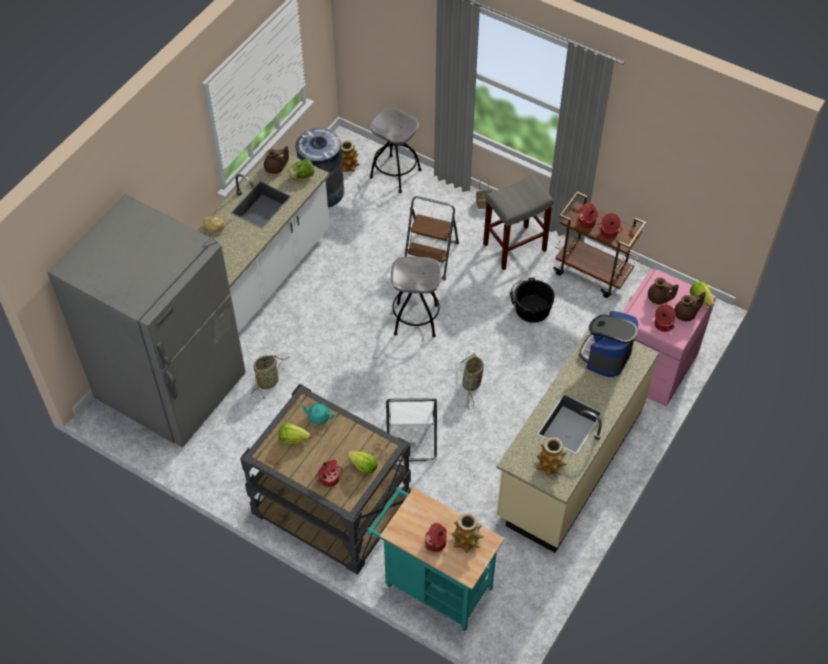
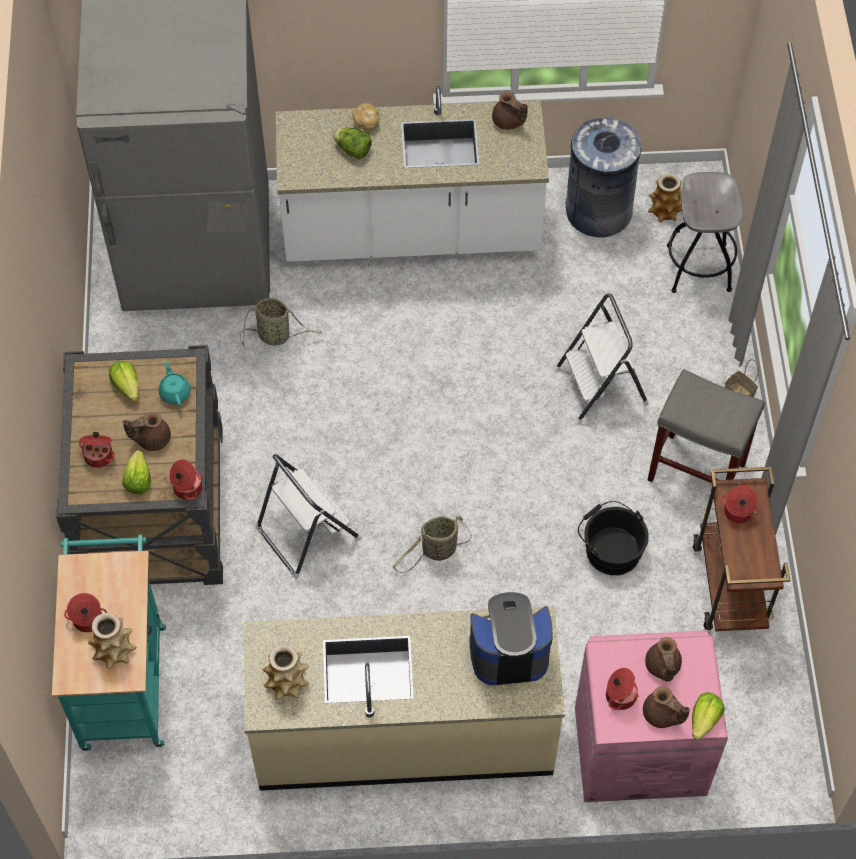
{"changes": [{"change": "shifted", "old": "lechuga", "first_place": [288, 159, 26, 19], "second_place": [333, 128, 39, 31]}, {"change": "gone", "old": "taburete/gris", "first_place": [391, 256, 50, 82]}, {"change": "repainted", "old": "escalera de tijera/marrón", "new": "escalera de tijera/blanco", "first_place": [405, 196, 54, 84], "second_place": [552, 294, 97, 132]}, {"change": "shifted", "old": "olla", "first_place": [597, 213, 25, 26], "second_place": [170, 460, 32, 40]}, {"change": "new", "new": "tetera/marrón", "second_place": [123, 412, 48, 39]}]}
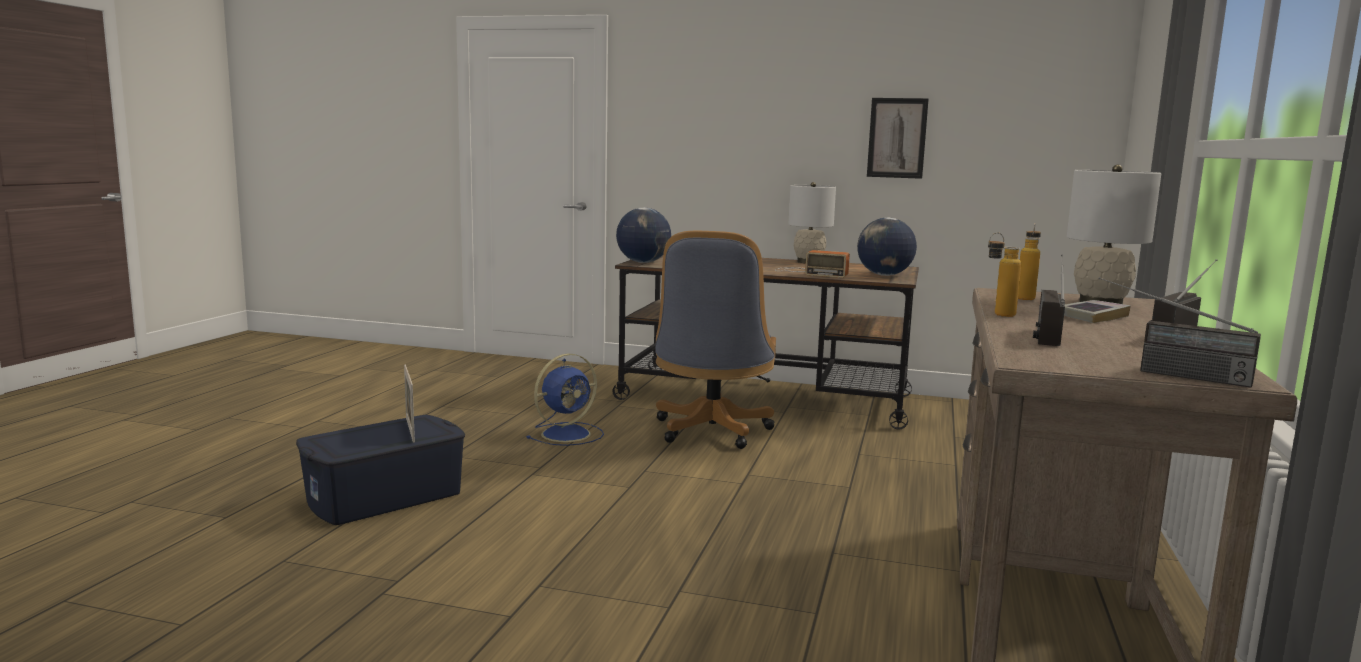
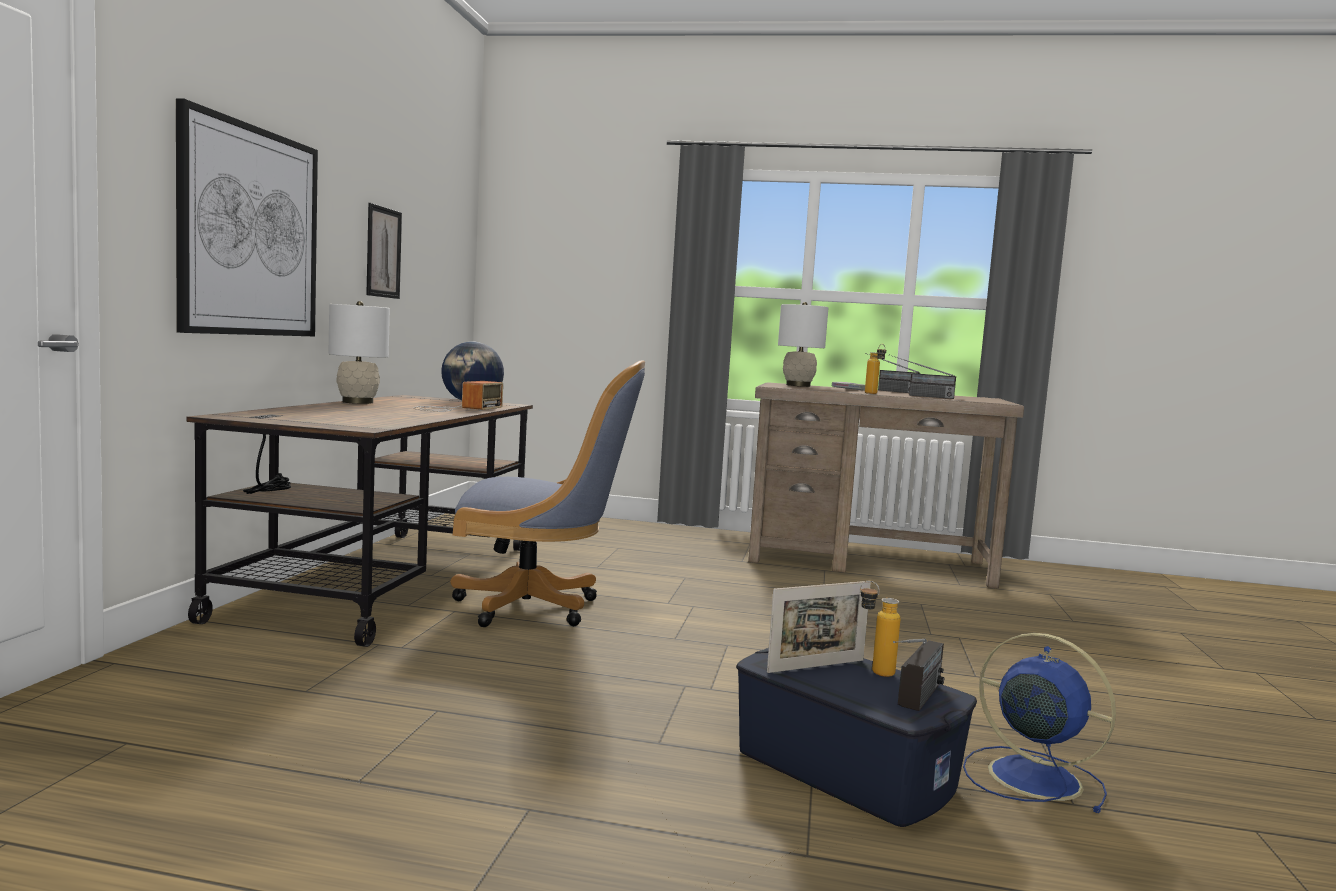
{"changes": [{"change": "shifted", "old": "ventilador/azul", "first_place": [527, 353, 77, 93], "second_place": [963, 633, 153, 180]}, {"change": "gone", "old": "globo terráqueo", "first_place": [616, 208, 55, 55]}, {"change": "shifted", "old": "botella", "first_place": [1018, 223, 23, 77], "second_place": [860, 581, 40, 96]}, {"change": "shifted", "old": "radio", "first_place": [1098, 277, 163, 110], "second_place": [893, 638, 51, 73]}, {"change": "new", "new": "cuadro", "second_place": [176, 98, 142, 239]}]}
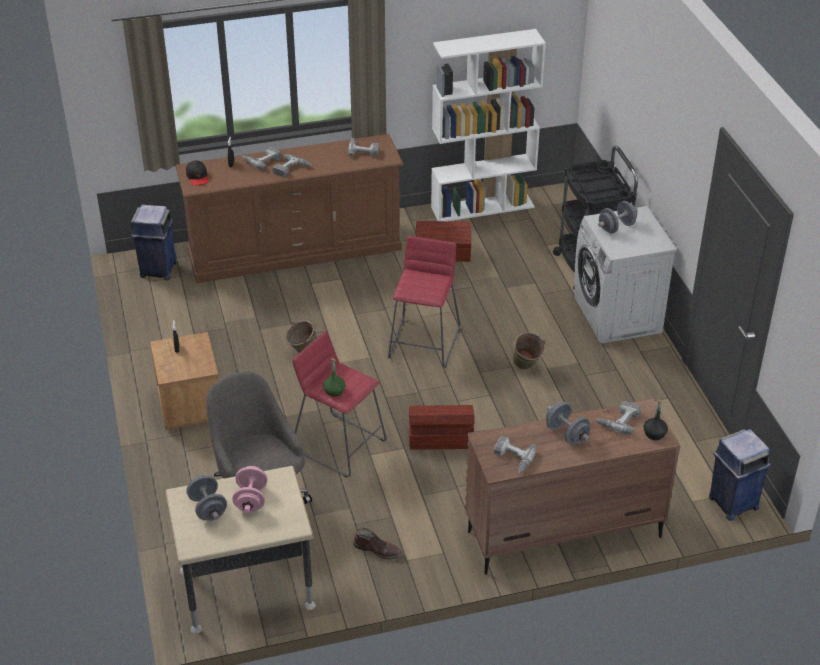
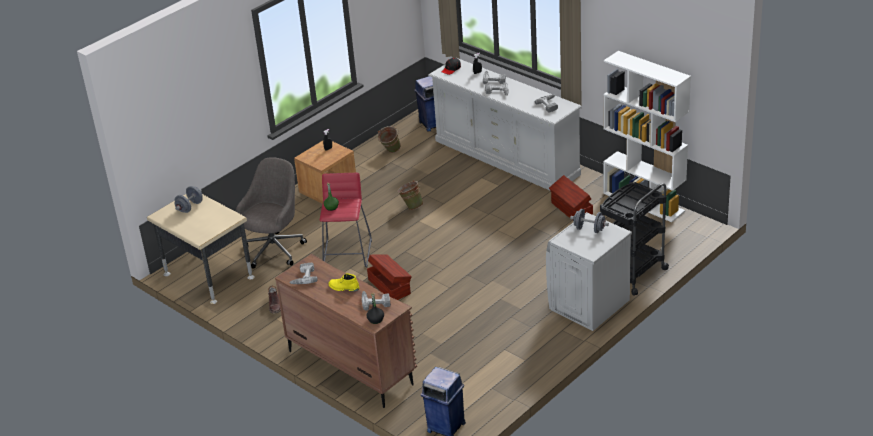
{"changes": [{"change": "repainted", "old": "armario/marrón", "new": "armario/blanco", "first_place": [176, 134, 228, 149], "second_place": [428, 58, 154, 132]}, {"change": "gone", "old": "mancuerna/rosa", "first_place": [232, 466, 35, 47]}, {"change": "gone", "old": "taburete/rojo", "first_place": [388, 236, 72, 132]}, {"change": "shifted", "old": "cubo/verde", "first_place": [513, 332, 33, 38], "second_place": [377, 126, 24, 27]}, {"change": "swapped", "old": "mancuerna/gris", "new": "bota/amarillo", "first_place": [546, 402, 44, 43], "second_place": [329, 273, 31, 18]}]}
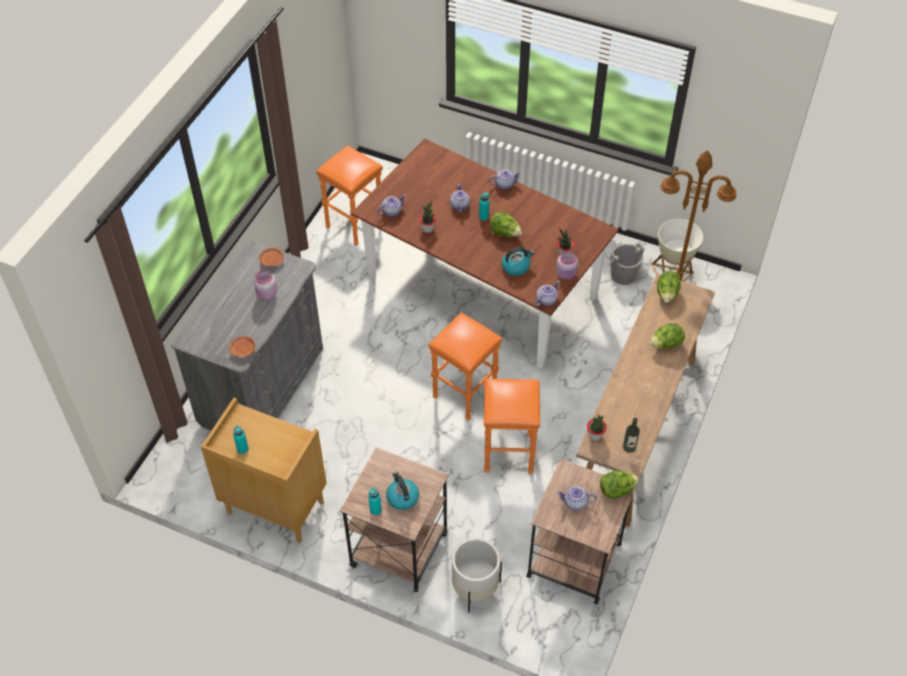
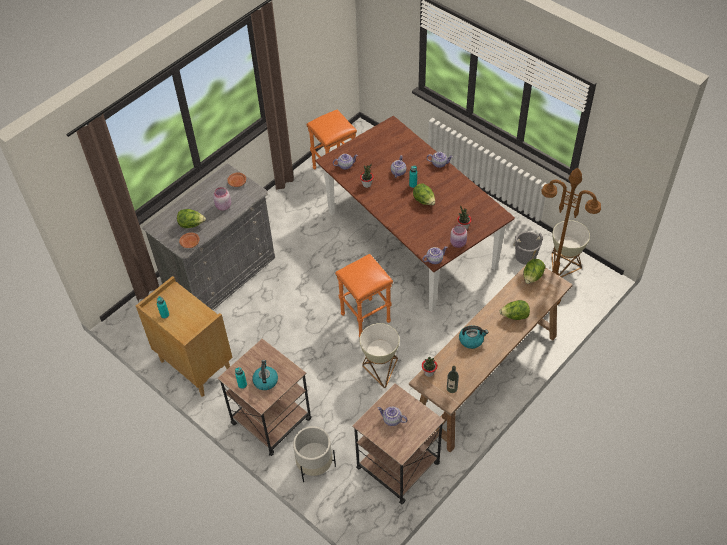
{"changes": [{"change": "swapped", "old": "taburete/naranja", "new": "maceta", "first_place": [484, 379, 56, 95], "second_place": [360, 323, 39, 65]}, {"change": "shifted", "old": "hervidor", "first_place": [502, 247, 32, 29], "second_place": [459, 326, 29, 23]}, {"change": "shifted", "old": "lechuga", "first_place": [600, 471, 40, 28], "second_place": [177, 209, 29, 19]}]}
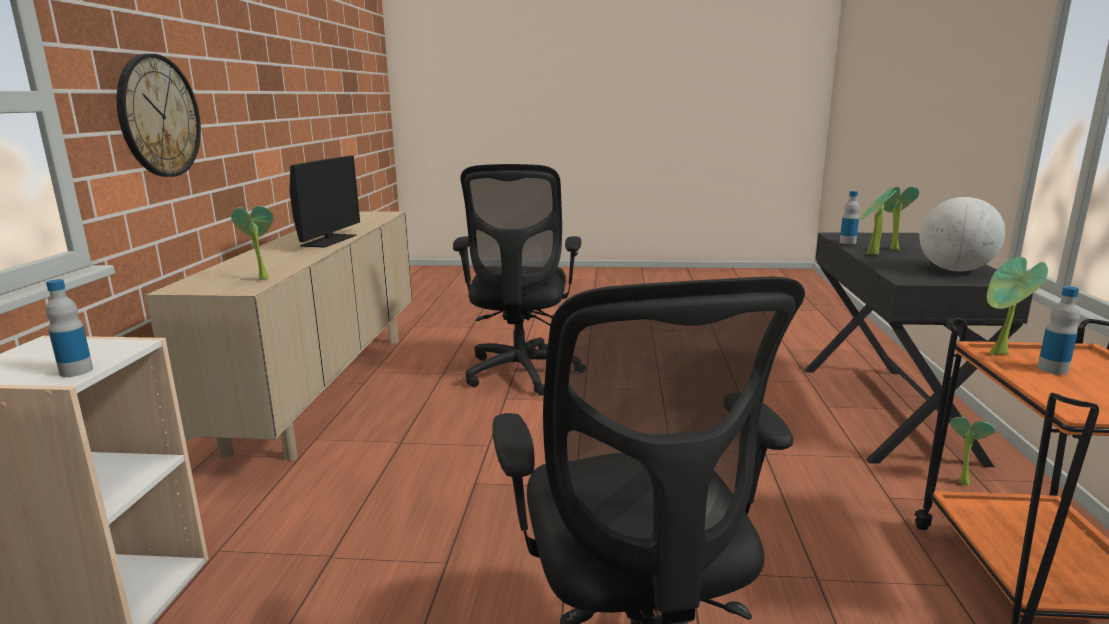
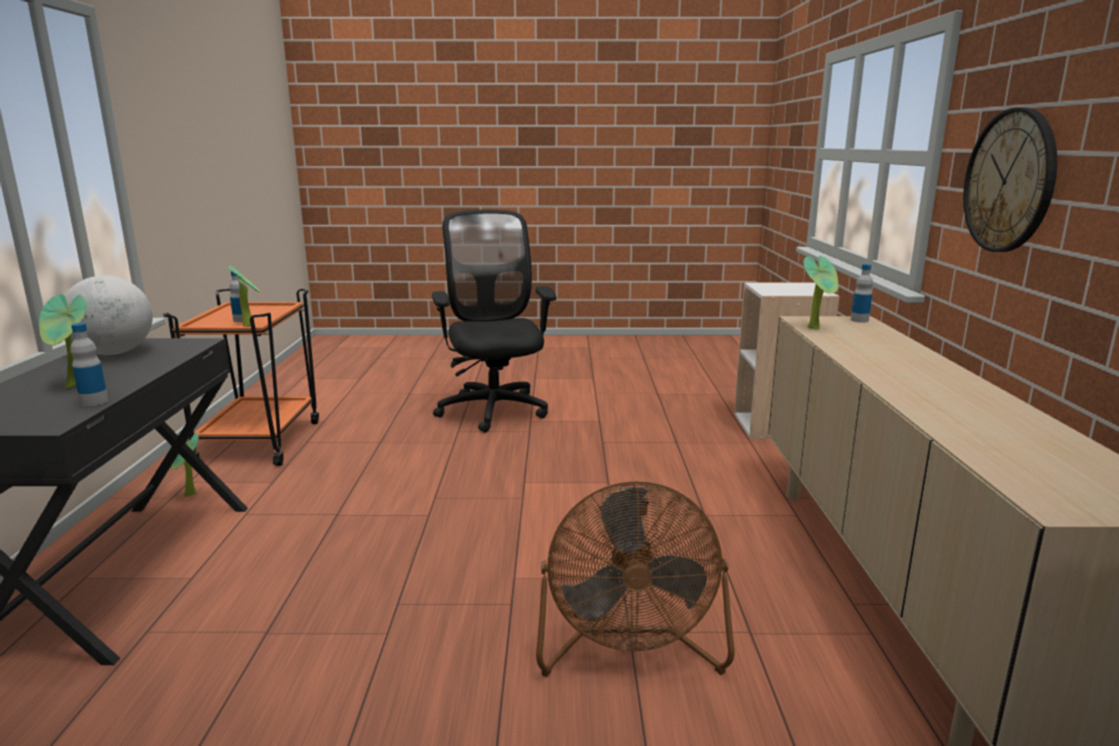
{"changes": [{"change": "shifted", "old": "botella", "first_place": [46, 279, 47, 98], "second_place": [851, 264, 22, 59]}, {"change": "gone", "old": "monitor", "first_place": [290, 156, 70, 92]}, {"change": "swapped", "old": "silla de oficina/negro", "new": "ventilador/marrón", "first_place": [453, 164, 128, 232], "second_place": [536, 481, 199, 196]}, {"change": "gone", "old": "planta en maceta", "first_place": [860, 188, 37, 67]}]}
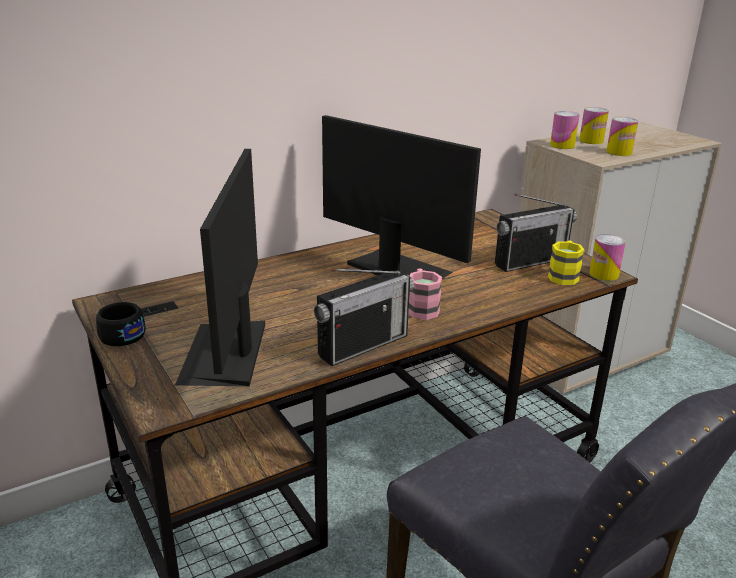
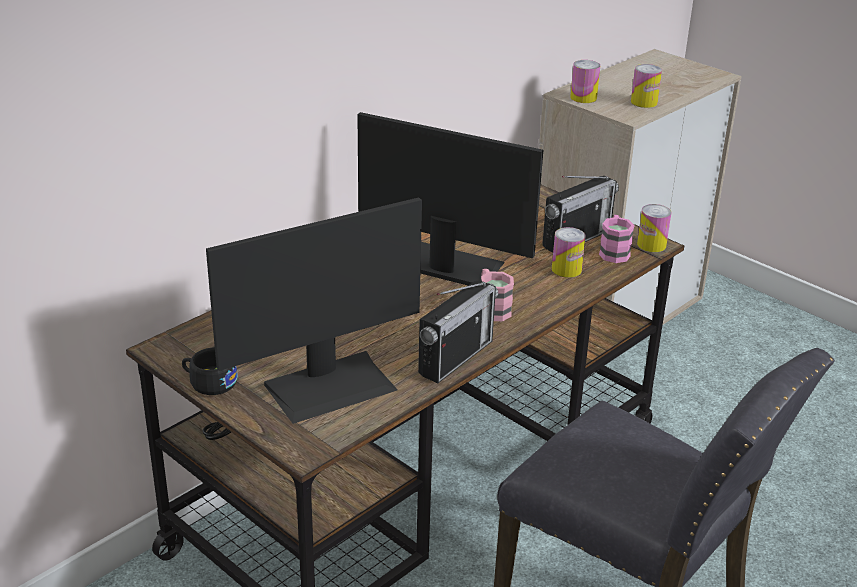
{"changes": [{"change": "rotated", "old": "monitor", "first_place": [175, 149, 90, 237], "second_place": [206, 197, 216, 227], "degrees": -105}, {"change": "repainted", "old": "taza grande/amarillo", "new": "taza grande/rosa", "first_place": [548, 240, 37, 45], "second_place": [599, 215, 36, 48]}, {"change": "shifted", "old": "lata", "first_place": [579, 107, 30, 37], "second_place": [552, 227, 34, 51]}]}
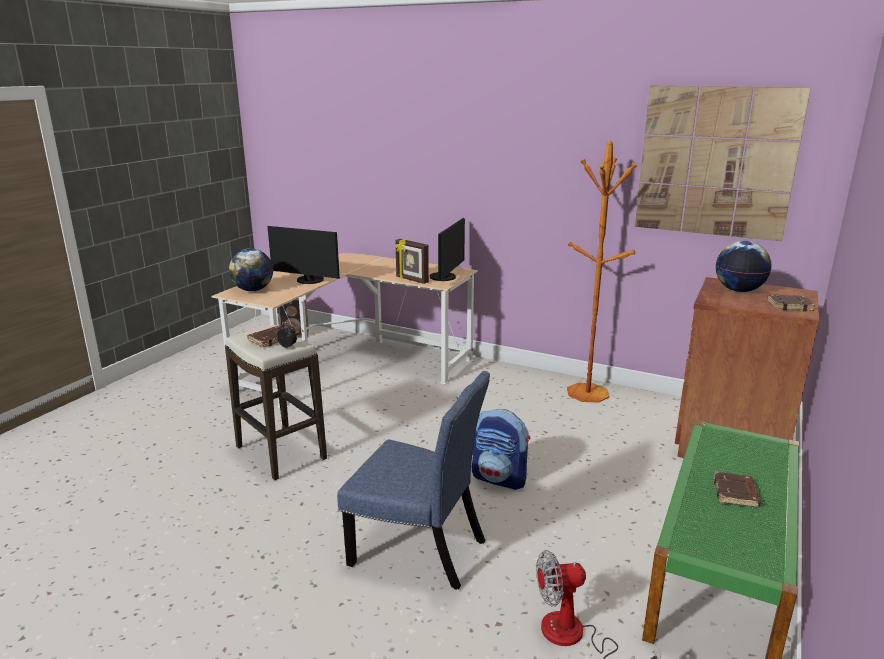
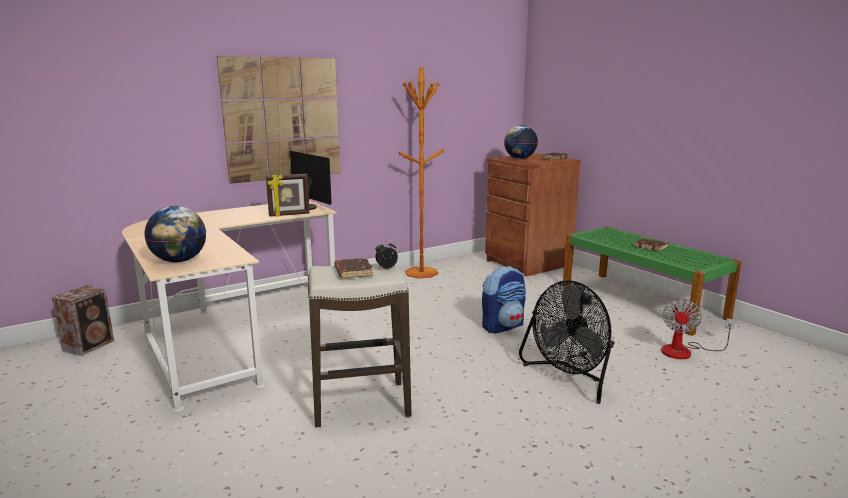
{"changes": [{"change": "gone", "old": "monitor", "first_place": [268, 226, 72, 58]}, {"change": "swapped", "old": "silla/azul", "new": "ventilador/negro", "first_place": [337, 371, 153, 219], "second_place": [519, 280, 96, 124]}, {"change": "shifted", "old": "cuadro", "first_place": [635, 86, 176, 155], "second_place": [217, 56, 123, 128]}]}
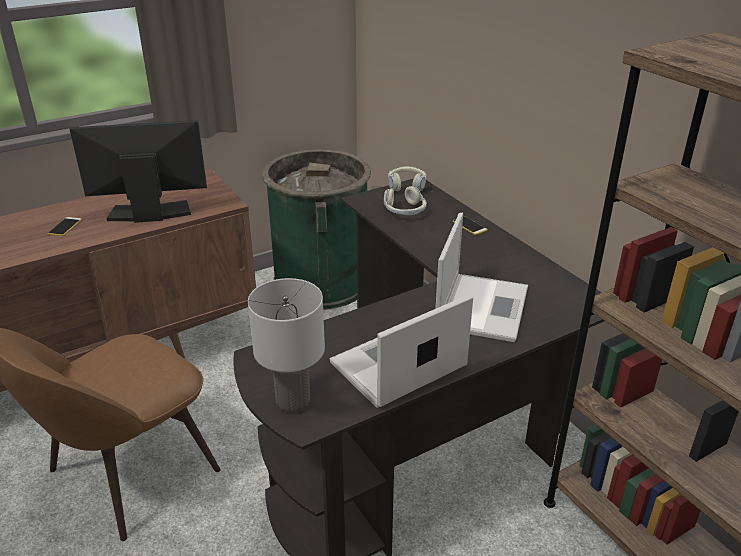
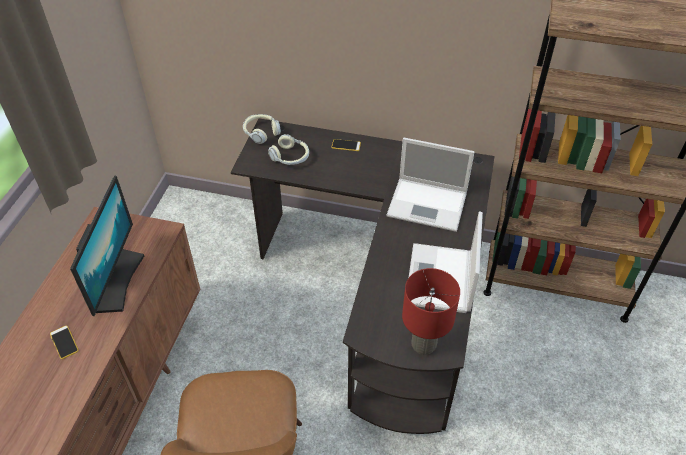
{"changes": [{"change": "rotated", "old": "monitor", "first_place": [69, 120, 138, 103], "second_place": [70, 176, 74, 140], "degrees": 150}, {"change": "repainted", "old": "lámpara de mesa/blanco", "new": "lámpara de mesa/rojo", "first_place": [248, 278, 77, 135], "second_place": [402, 268, 58, 87]}, {"change": "gone", "old": "papelera/verde", "first_place": [262, 149, 109, 161]}, {"change": "rotated", "old": "portátil", "first_place": [435, 213, 93, 129], "second_place": [386, 138, 89, 94], "degrees": 135}]}
